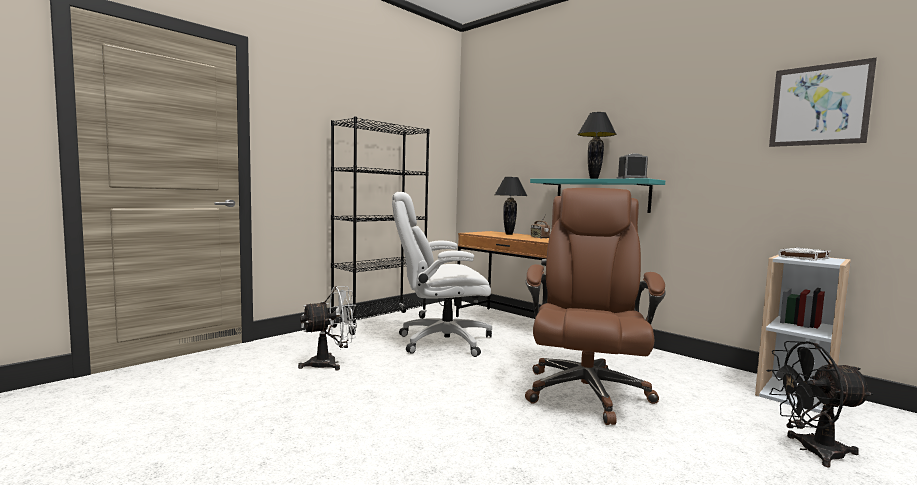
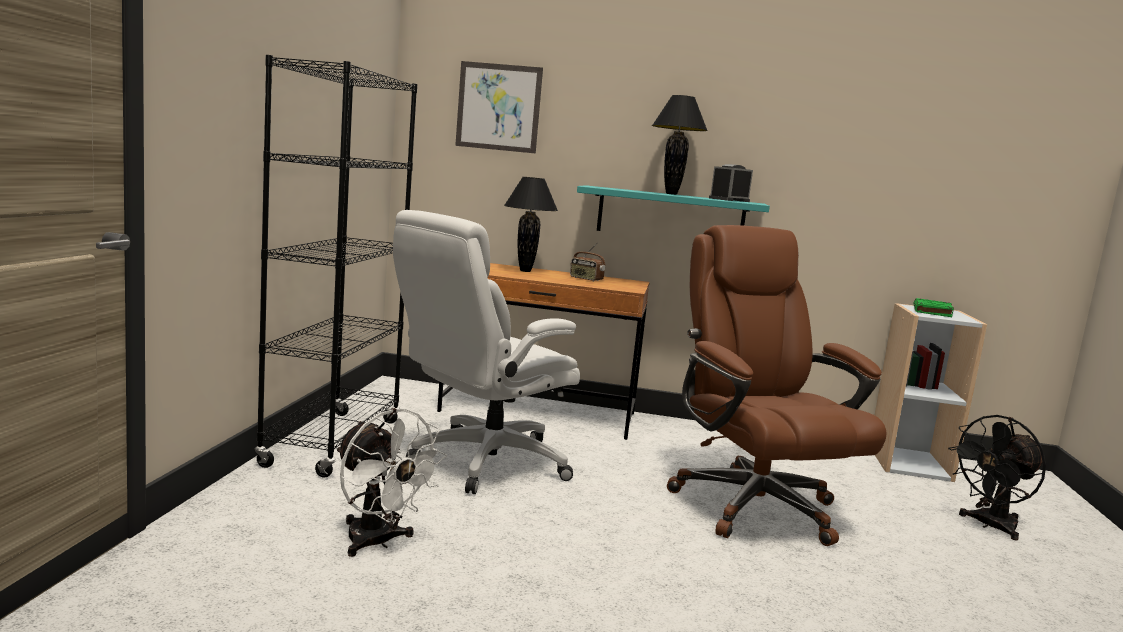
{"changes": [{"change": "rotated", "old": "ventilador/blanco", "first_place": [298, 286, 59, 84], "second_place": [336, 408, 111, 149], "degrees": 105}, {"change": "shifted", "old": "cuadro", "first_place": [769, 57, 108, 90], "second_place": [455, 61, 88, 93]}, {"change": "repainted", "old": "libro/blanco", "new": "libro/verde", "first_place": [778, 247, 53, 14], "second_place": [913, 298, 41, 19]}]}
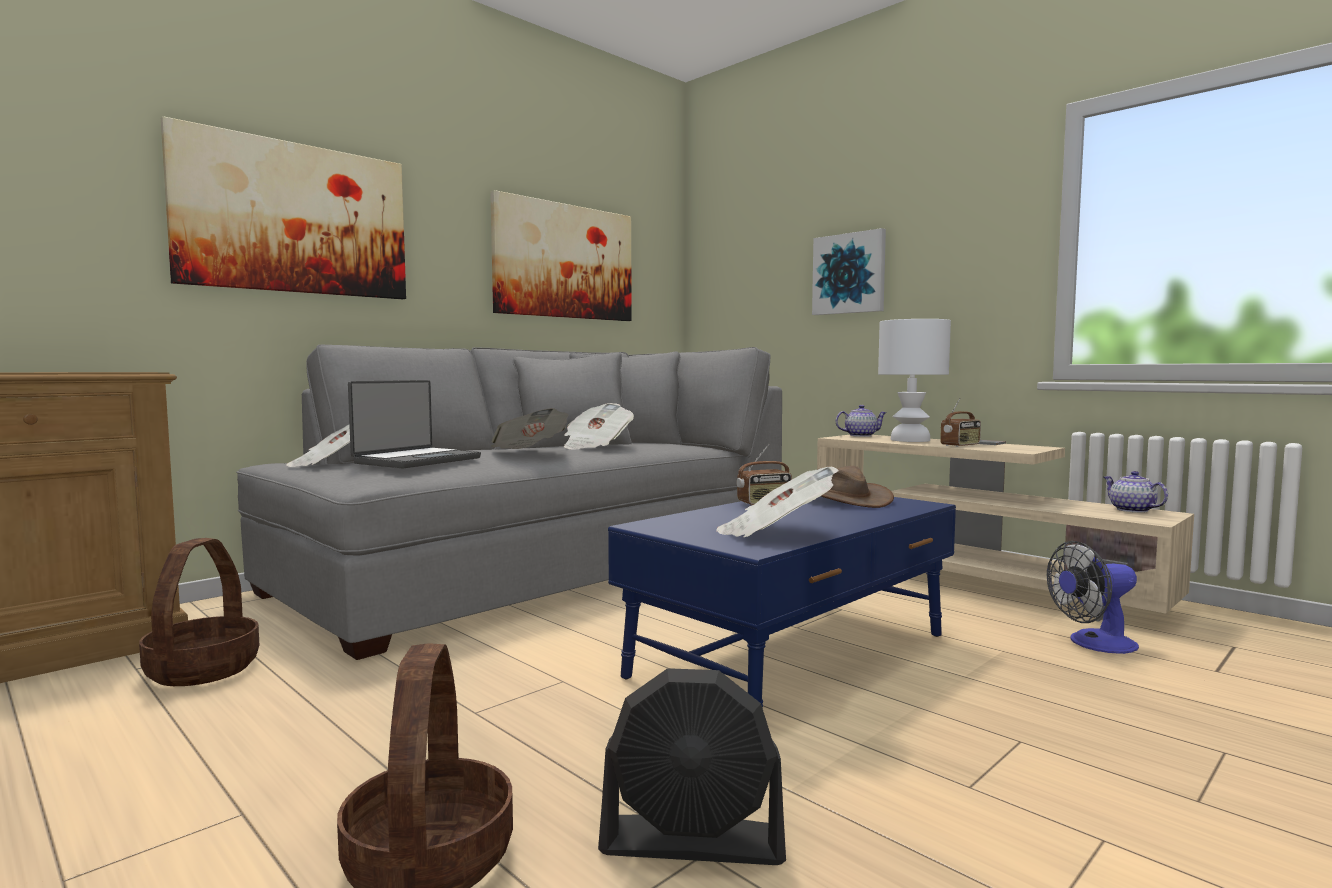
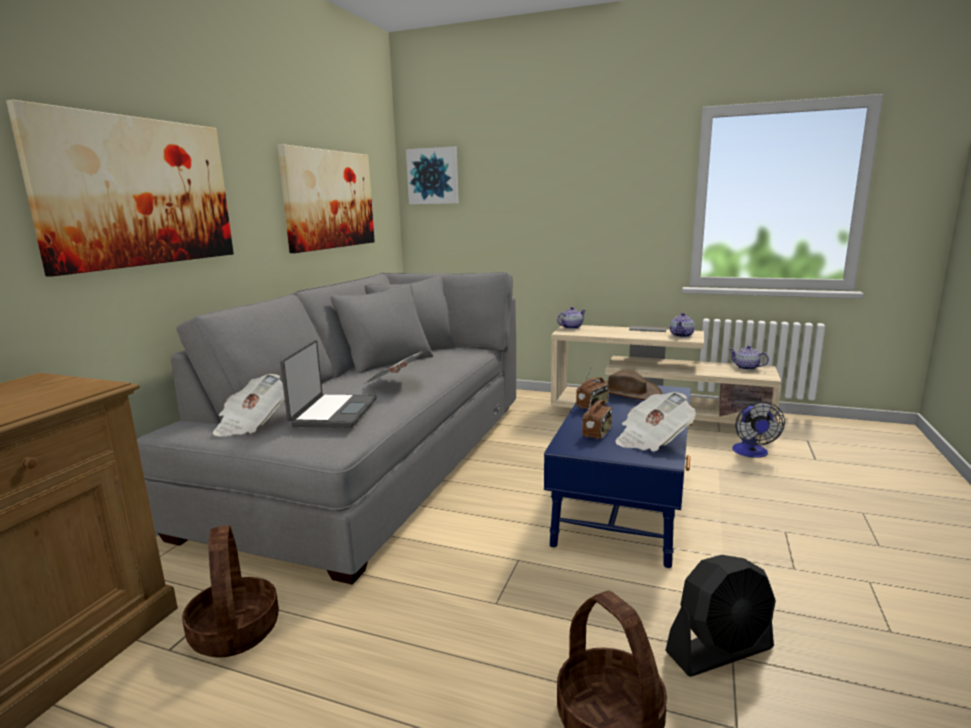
{"changes": [{"change": "gone", "old": "periódico", "first_place": [564, 403, 70, 47]}, {"change": "shifted", "old": "cuadro", "first_place": [812, 228, 74, 87], "second_place": [406, 146, 53, 58]}, {"change": "gone", "old": "lámpara de mesa/blanco", "first_place": [878, 319, 73, 123]}, {"change": "shifted", "old": "radio", "first_place": [940, 398, 41, 49], "second_place": [582, 388, 30, 51]}, {"change": "rotated", "old": "ventilador", "first_place": [1047, 541, 92, 113], "second_place": [732, 402, 53, 56], "degrees": -45}, {"change": "new", "new": "tetera", "second_place": [670, 313, 25, 24]}]}
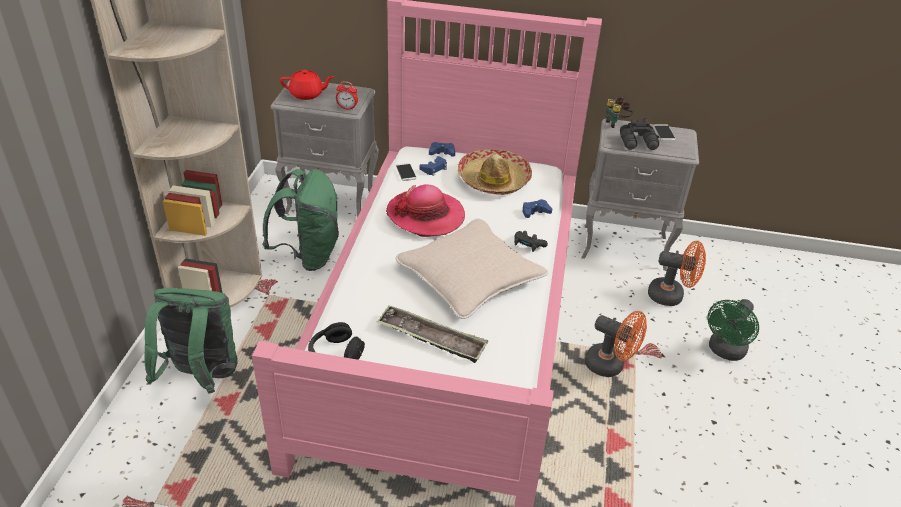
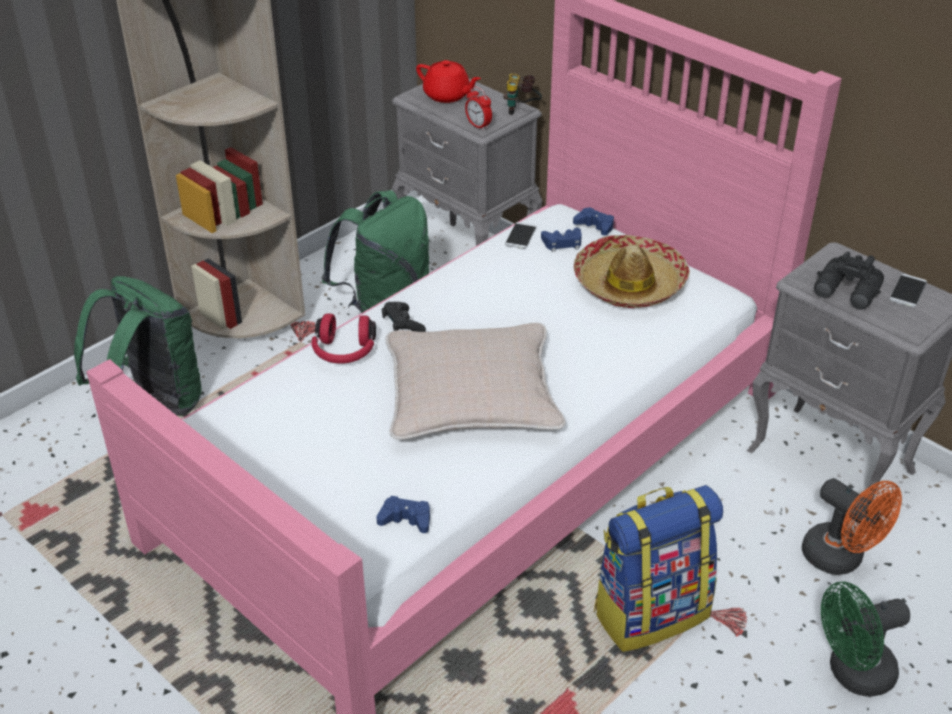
{"changes": [{"change": "gone", "old": "auriculares/negro", "first_place": [308, 322, 57, 38]}, {"change": "gone", "old": "bandeja", "first_place": [376, 305, 112, 58]}, {"change": "gone", "old": "sombrero", "first_place": [386, 184, 79, 53]}, {"change": "shifted", "old": "mando de consola/negro", "first_place": [514, 231, 34, 21], "second_place": [382, 302, 44, 30]}, {"change": "shifted", "old": "mando de consola/azul", "first_place": [523, 199, 29, 19], "second_place": [376, 496, 54, 37]}, {"change": "swapped", "old": "ventilador/naranja", "new": "mochila", "first_place": [585, 311, 62, 66], "second_place": [594, 485, 129, 167]}, {"change": "shifted", "old": "prismáticos", "first_place": [606, 97, 27, 31], "second_place": [503, 74, 39, 41]}, {"change": "new", "new": "auriculares/rojo", "second_place": [311, 313, 65, 51]}]}
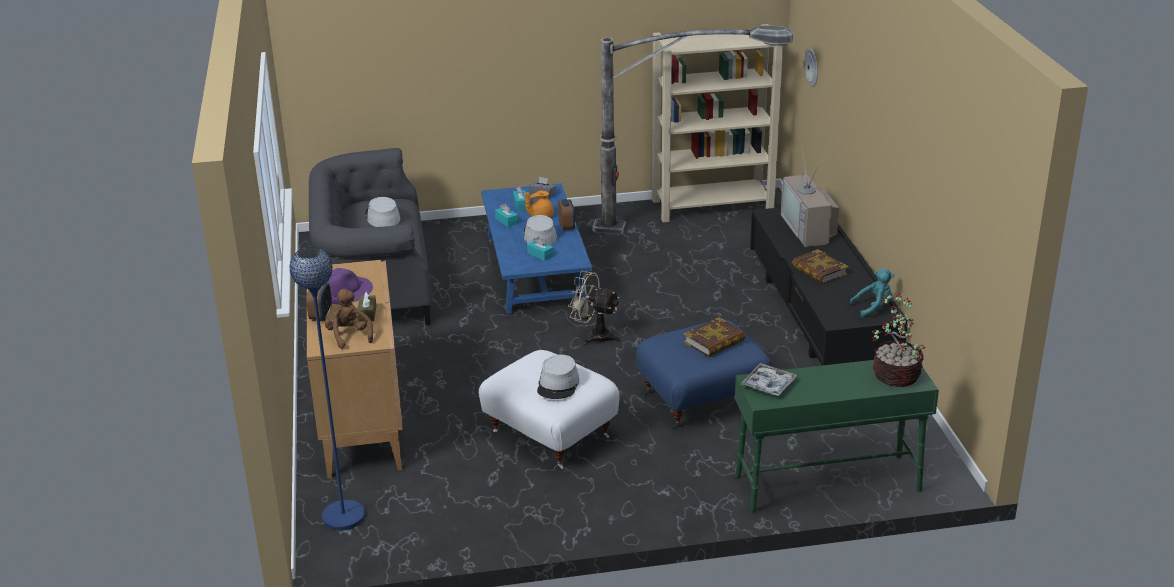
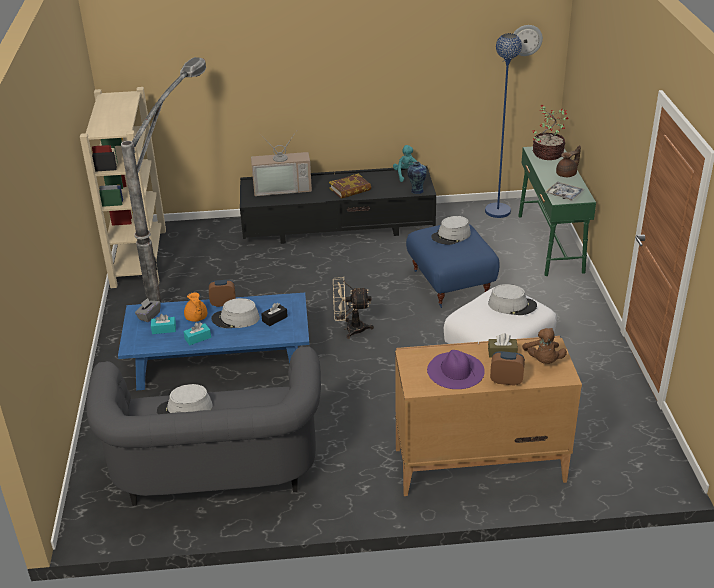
{"changes": [{"change": "shifted", "old": "lámpara de pie/azul", "first_place": [289, 247, 76, 284], "second_place": [485, 33, 37, 185]}, {"change": "rotated", "old": "peluche/marrón", "first_place": [325, 289, 48, 60], "second_place": [522, 328, 45, 36], "degrees": -75}, {"change": "repainted", "old": "caja de pañuelos/turquesa", "new": "caja de pañuelos/negro", "first_place": [527, 236, 27, 25], "second_place": [261, 303, 27, 23]}, {"change": "rotated", "old": "ventilador/beis", "first_place": [568, 271, 52, 74], "second_place": [333, 277, 41, 62], "degrees": 60}, {"change": "swapped", "old": "libro", "new": "sombrero/gris", "first_place": [683, 317, 62, 40], "second_place": [431, 216, 40, 29]}, {"change": "shifted", "old": "reloj de pared", "first_place": [805, 48, 13, 39], "second_place": [513, 25, 30, 31]}, {"change": "new", "new": "florero", "second_place": [407, 161, 20, 33]}, {"change": "new", "new": "tetera/marrón", "second_place": [556, 145, 25, 32]}]}
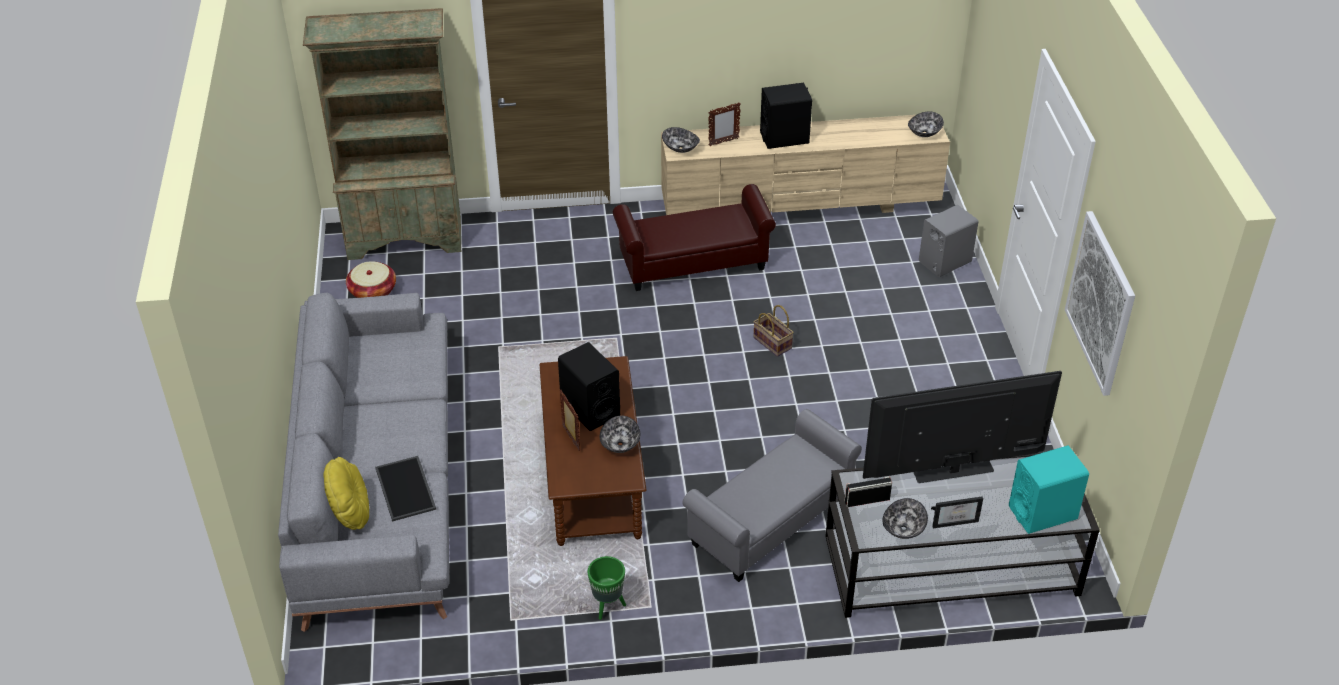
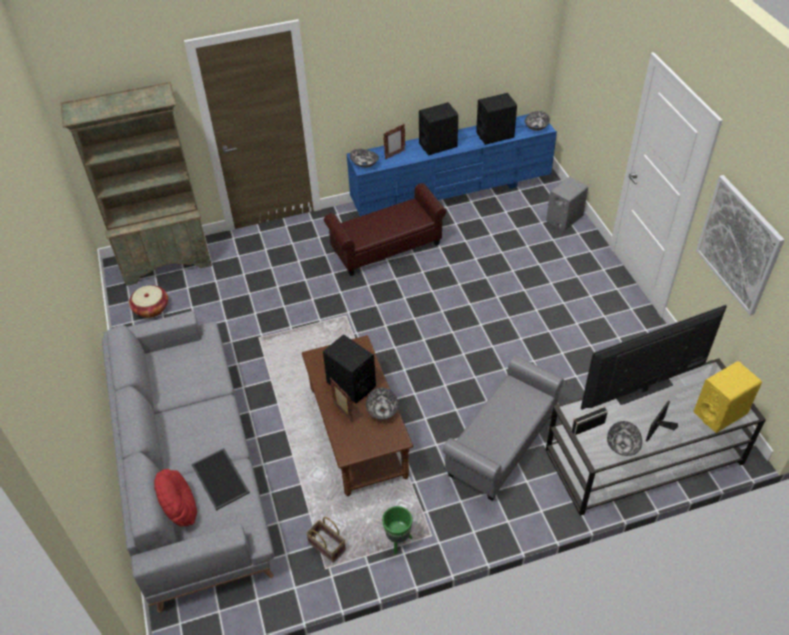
{"changes": [{"change": "repainted", "old": "cojín/amarillo", "new": "cojín/rojo", "first_place": [323, 457, 46, 73], "second_place": [154, 469, 43, 58]}, {"change": "repainted", "old": "armario/beis", "new": "armario/azul", "first_place": [661, 115, 289, 100], "second_place": [347, 114, 210, 102]}, {"change": "shifted", "old": "cesta", "first_place": [754, 305, 40, 52], "second_place": [306, 517, 40, 46]}, {"change": "rotated", "old": "portarretratos", "first_place": [931, 497, 52, 31], "second_place": [646, 401, 32, 41], "degrees": 150}, {"change": "repainted", "old": "altavoz/turquesa", "new": "altavoz/amarillo", "first_place": [1009, 446, 80, 88], "second_place": [694, 361, 68, 72]}, {"change": "new", "new": "altavoz/negro", "second_place": [476, 93, 41, 52]}]}
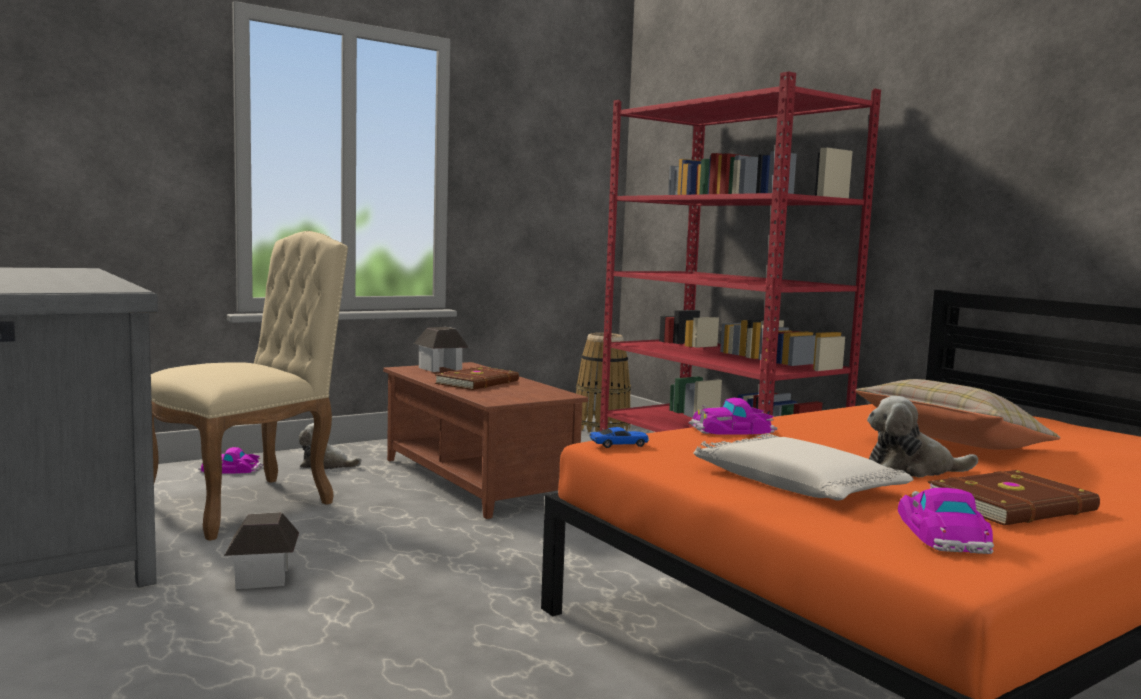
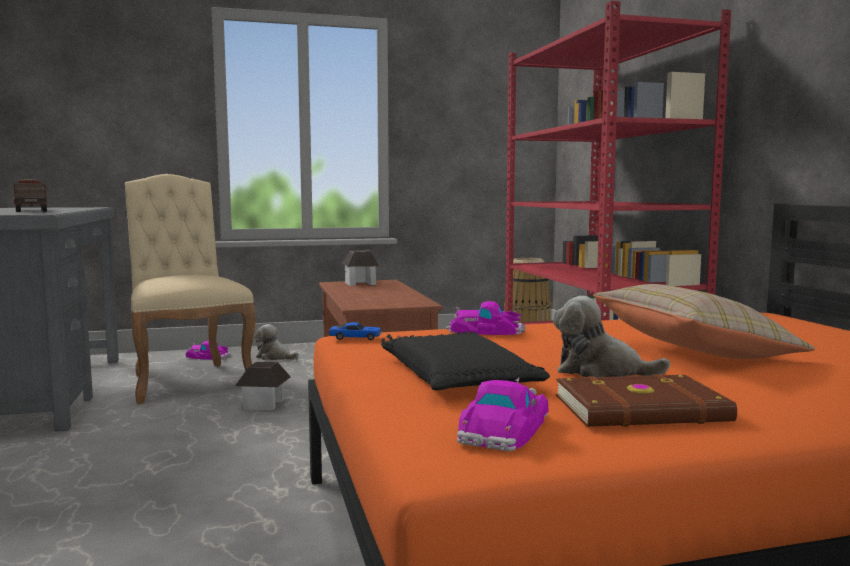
{"changes": [{"change": "rotated", "old": "silla/beis", "first_place": [151, 231, 197, 310], "second_place": [125, 174, 130, 230], "degrees": -90}, {"change": "shifted", "old": "casita", "first_place": [224, 512, 75, 77], "second_place": [235, 361, 56, 49]}, {"change": "gone", "old": "libro/marrón", "first_place": [434, 366, 85, 24]}, {"change": "repainted", "old": "cojín/blanco", "new": "cojín/negro", "first_place": [693, 433, 221, 67], "second_place": [381, 331, 169, 59]}, {"change": "new", "new": "camión de juguete", "second_place": [14, 179, 33, 33]}]}
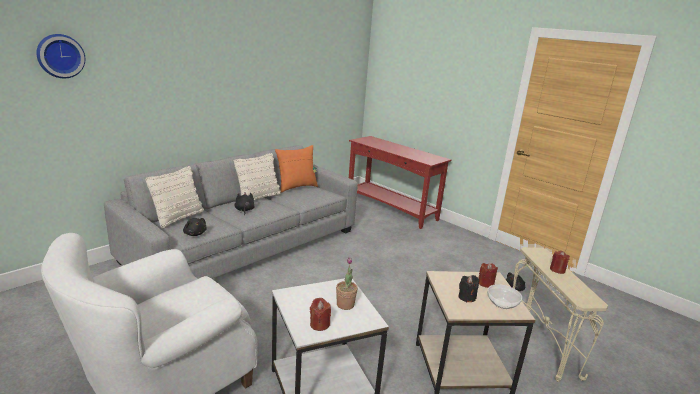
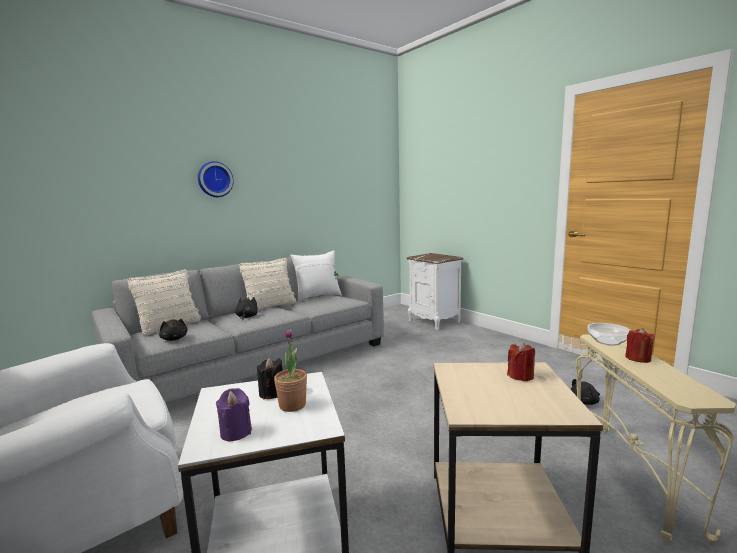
{"changes": [{"change": "shifted", "old": "reloj de pared", "first_place": [36, 34, 49, 44], "second_place": [198, 161, 36, 36]}, {"change": "repainted", "old": "cojín/naranja", "new": "cojín/blanco", "first_place": [275, 145, 43, 48], "second_place": [290, 251, 52, 51]}, {"change": "repainted", "old": "vela/rojo", "new": "vela/morado", "first_place": [310, 298, 21, 33], "second_place": [216, 388, 36, 54]}, {"change": "swapped", "old": "mesa consola/rojo", "new": "mesita de noche/blanco", "first_place": [349, 136, 103, 93], "second_place": [406, 253, 58, 77]}, {"change": "shifted", "old": "vela/negro", "first_place": [459, 275, 20, 28], "second_place": [257, 358, 26, 41]}, {"change": "shifted", "old": "cuenco", "first_place": [487, 284, 35, 25], "second_place": [587, 323, 43, 22]}]}
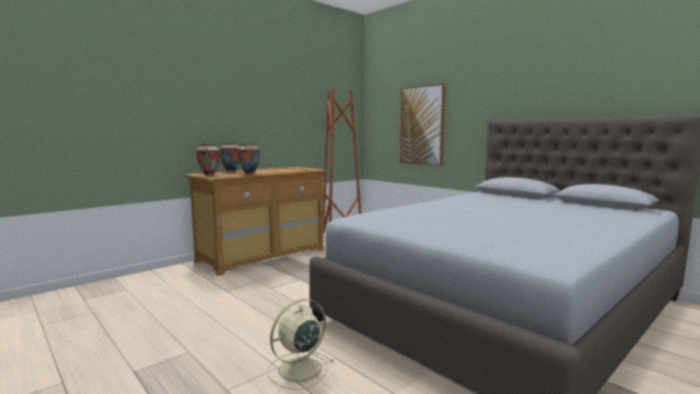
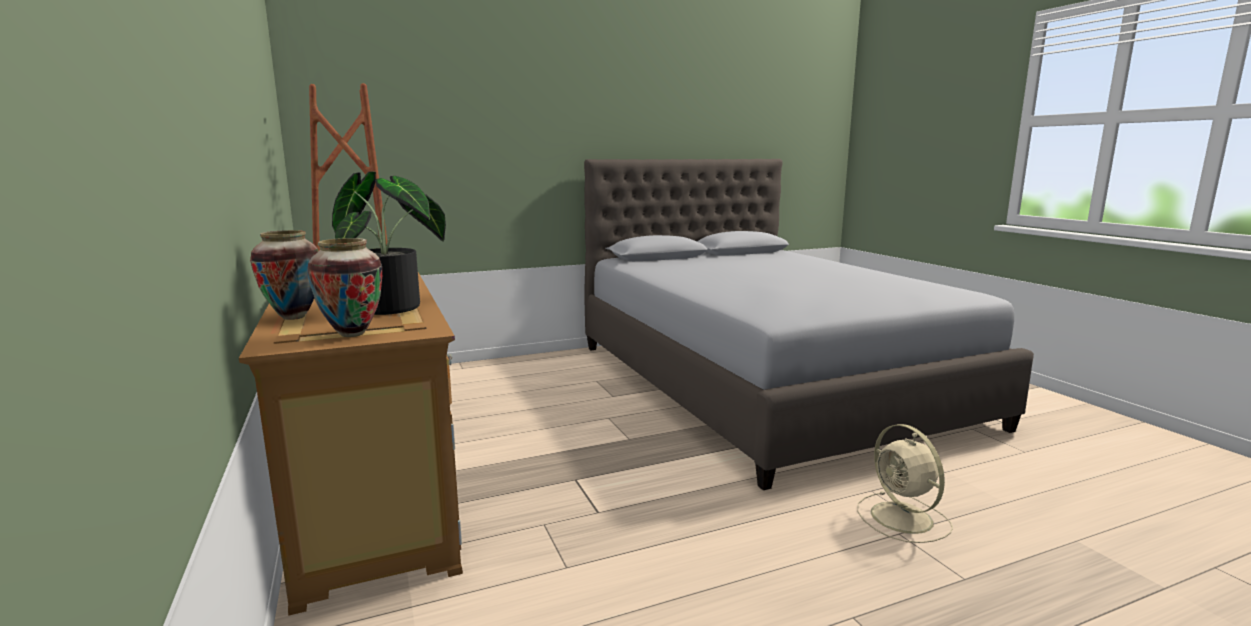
{"changes": [{"change": "swapped", "old": "florero", "new": "planta en maceta", "first_place": [237, 143, 23, 32], "second_place": [332, 171, 114, 144]}, {"change": "gone", "old": "cuadro", "first_place": [400, 84, 45, 82]}]}
